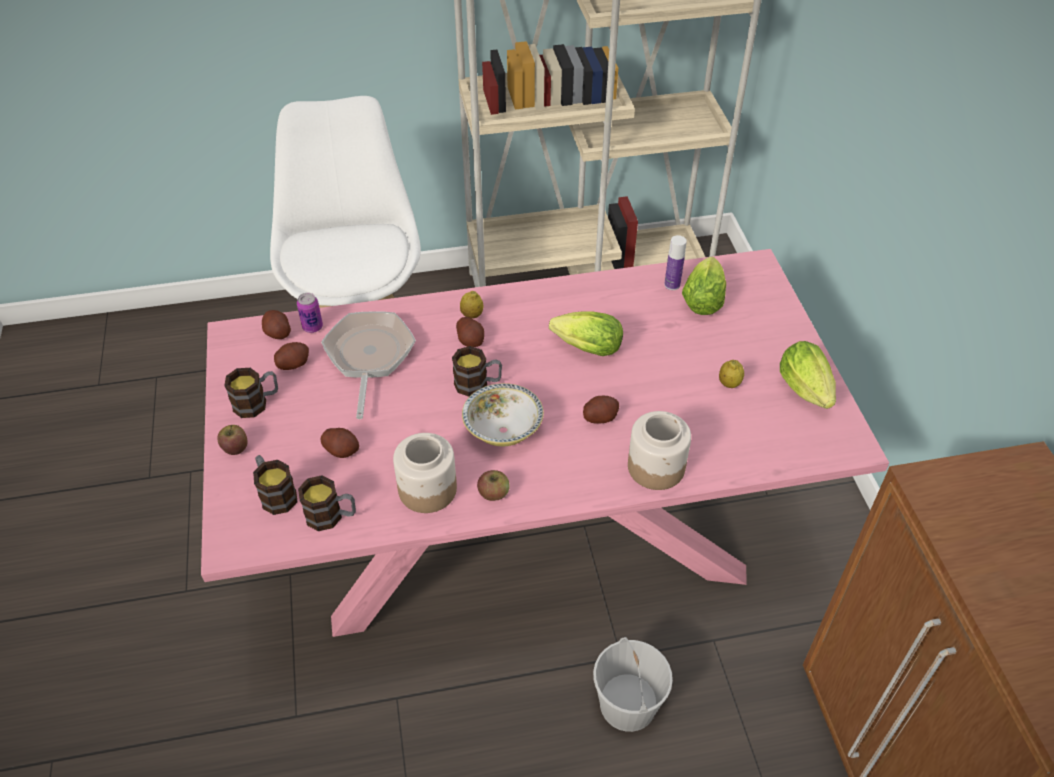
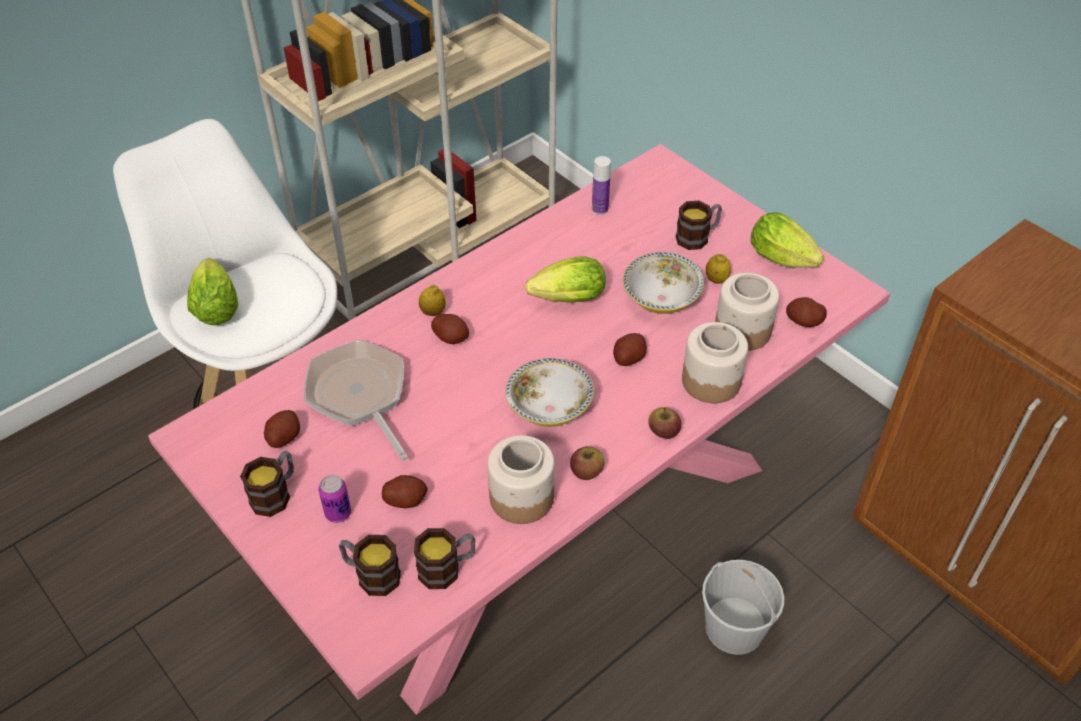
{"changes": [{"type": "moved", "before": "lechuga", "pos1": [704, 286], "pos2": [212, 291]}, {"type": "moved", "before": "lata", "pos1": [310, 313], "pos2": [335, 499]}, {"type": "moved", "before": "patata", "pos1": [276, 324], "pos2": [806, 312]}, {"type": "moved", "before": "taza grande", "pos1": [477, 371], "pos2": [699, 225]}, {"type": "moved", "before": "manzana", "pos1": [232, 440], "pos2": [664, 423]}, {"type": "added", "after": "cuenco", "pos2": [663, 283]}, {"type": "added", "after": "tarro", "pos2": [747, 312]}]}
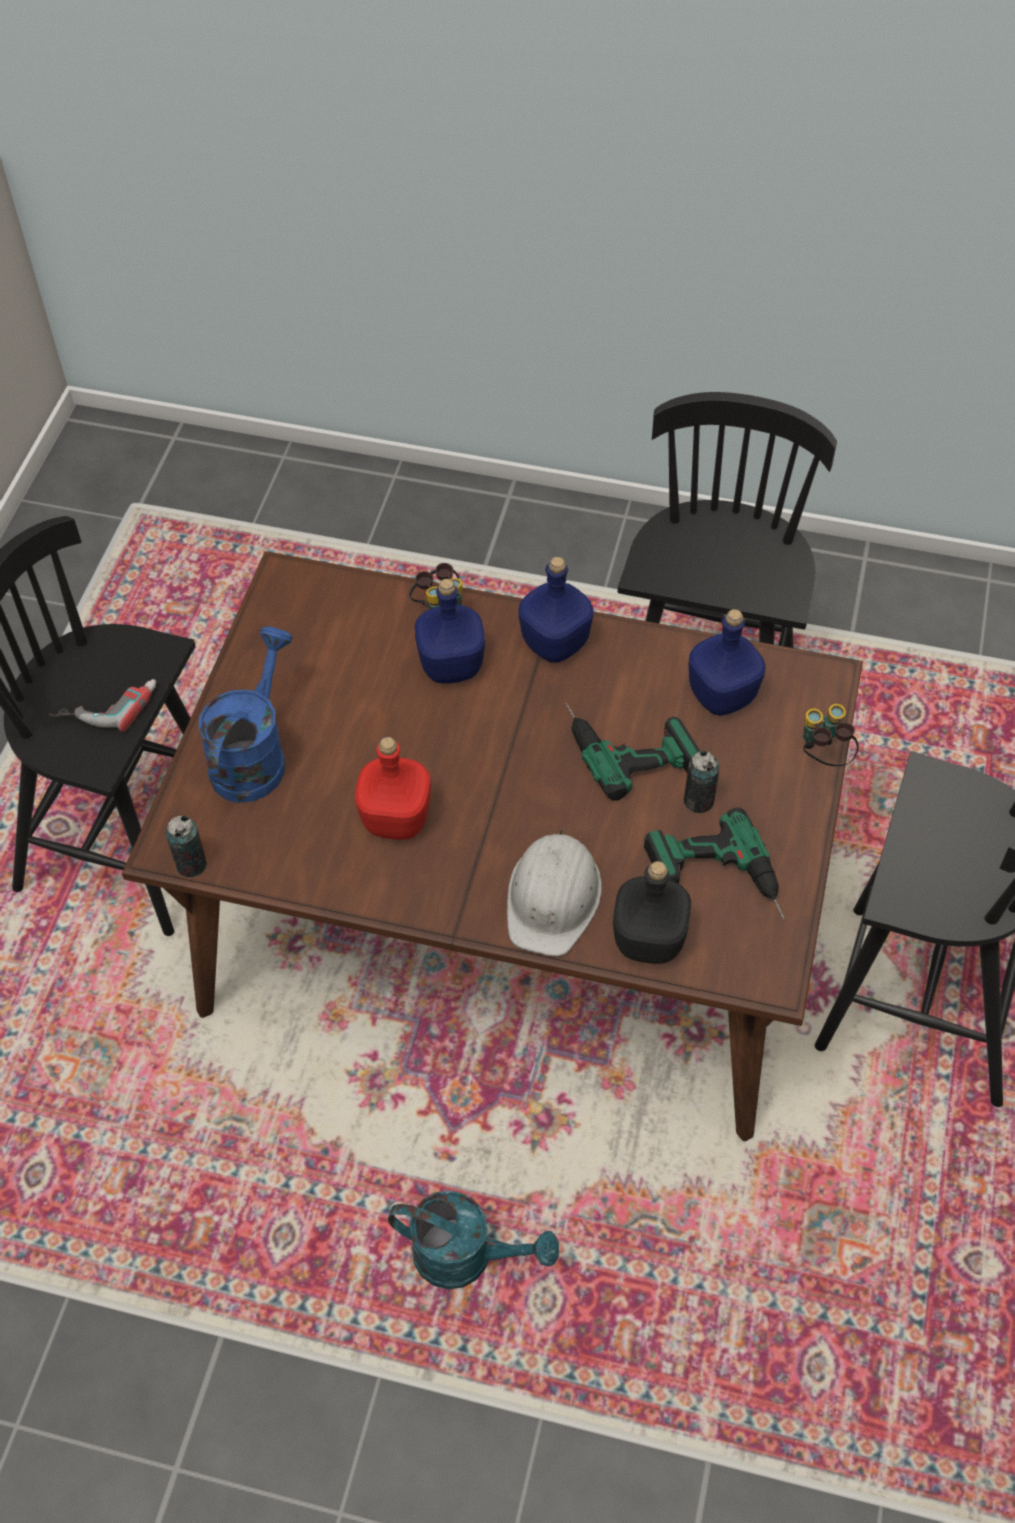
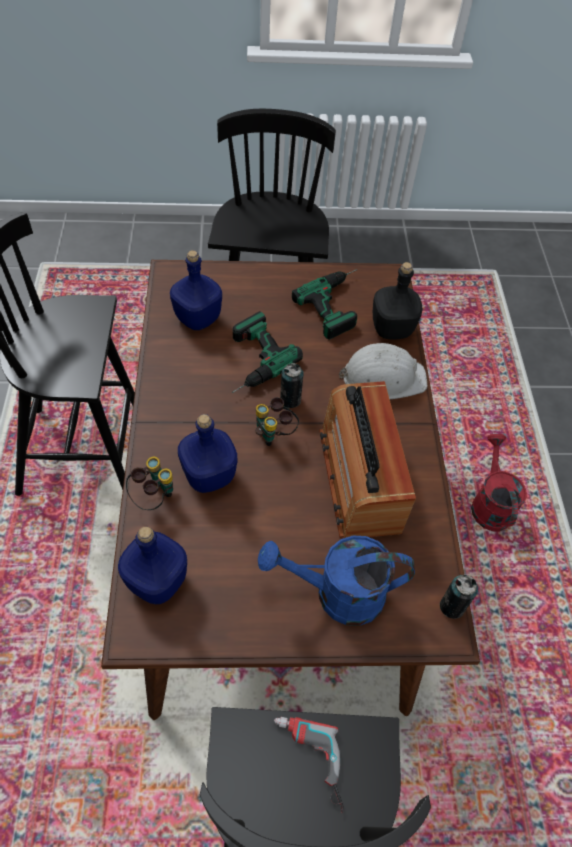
{"changes": [{"type": "moved", "before": "botella [azul]", "pos1": [556, 610], "pos2": [152, 565]}, {"type": "moved", "before": "prismáticos", "pos1": [831, 735], "pos2": [277, 421]}, {"type": "replaced", "before": "botella [rojo]", "after": "radio", "pos1": [393, 788], "pos2": [367, 459]}, {"type": "moved", "before": "lata", "pos1": [702, 782], "pos2": [292, 385]}, {"type": "recoloured", "before": "regadera [turquesa]", "after": "regadera [rojo]", "pos1": [473, 1240], "pos2": [499, 483]}]}
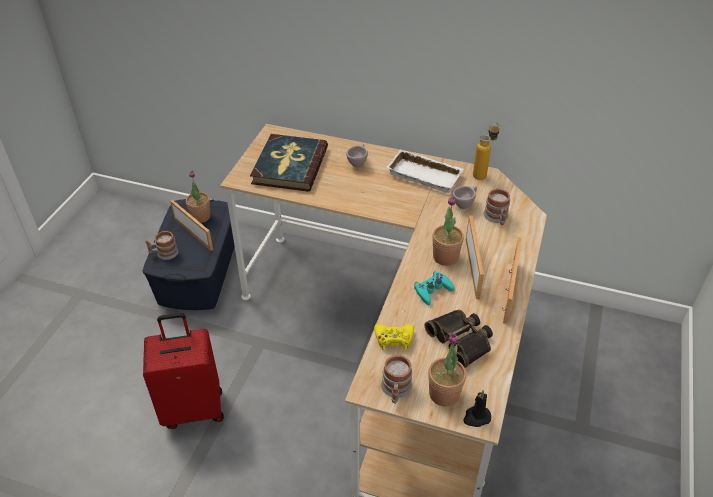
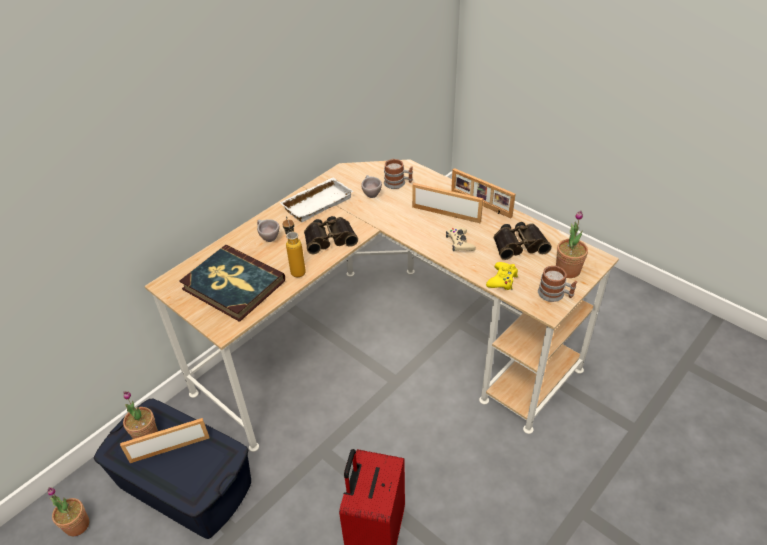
{"changes": [{"type": "moved", "before": "botella", "pos1": [486, 151], "pos2": [294, 246]}, {"type": "moved", "before": "planta en maceta", "pos1": [448, 231], "pos2": [68, 511]}, {"type": "removed", "before": "taza grande", "pos1": [161, 245]}, {"type": "recoloured", "before": "mando de consola [turquesa]", "after": "mando de consola [beis]", "pos1": [434, 288], "pos2": [461, 239]}, {"type": "removed", "before": "vela [negro]", "pos1": [477, 408]}, {"type": "added", "after": "prismáticos", "pos2": [331, 235]}]}
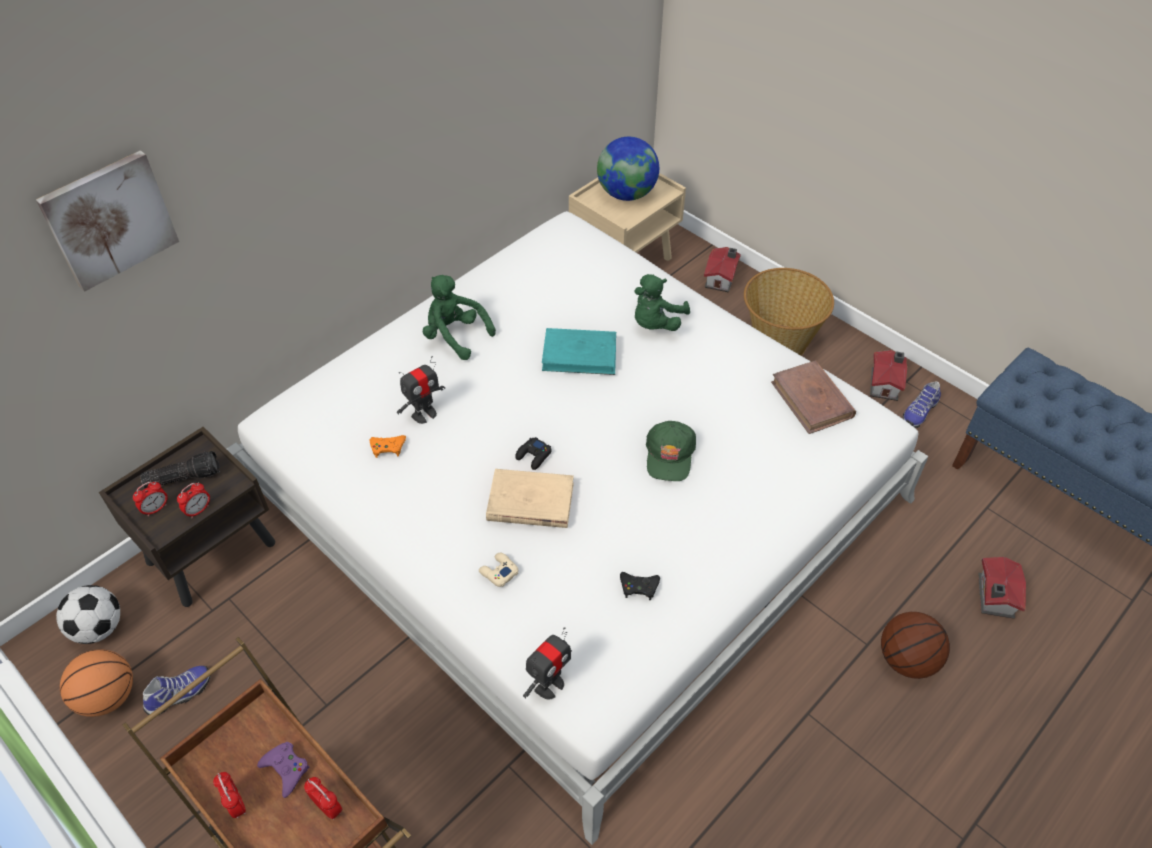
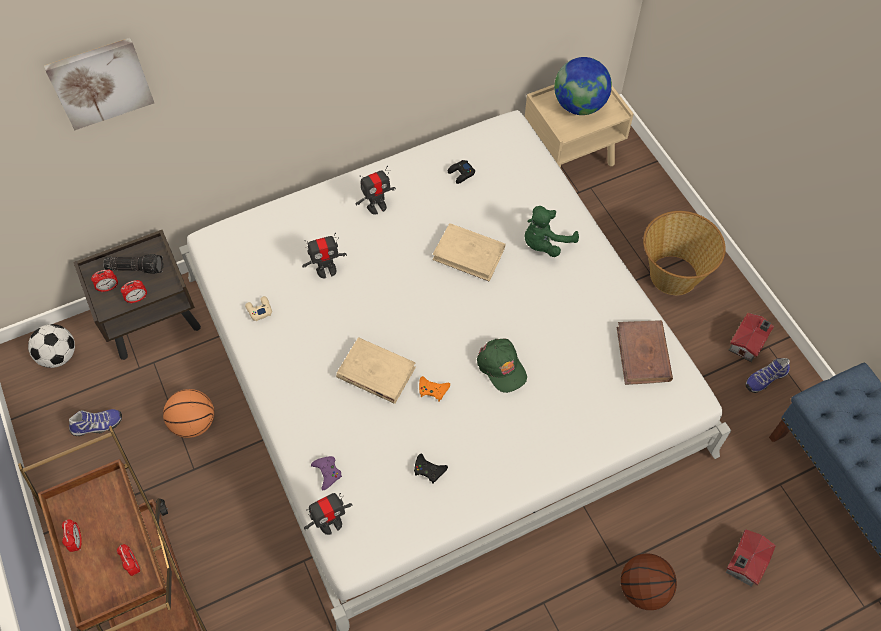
{"changes": [{"type": "removed", "before": "casita", "pos1": [722, 270]}, {"type": "replaced", "before": "peluche [verde]", "after": "robot de juguete", "pos1": [459, 317], "pos2": [375, 190]}, {"type": "recoloured", "before": "libro [turquesa]", "after": "libro [beis]", "pos1": [579, 351], "pos2": [468, 252]}, {"type": "turned", "before": "gorra [verde]", "pos1": [671, 451], "pos2": [502, 366], "turn": -60}, {"type": "moved", "before": "mando de consola [naranja]", "pos1": [388, 446], "pos2": [434, 389]}, {"type": "moved", "before": "mando de consola [negro]", "pos1": [533, 453], "pos2": [461, 172]}, {"type": "moved", "before": "mando de consola [beis]", "pos1": [498, 570], "pos2": [258, 308]}, {"type": "moved", "before": "balón de baloncesto", "pos1": [96, 683], "pos2": [188, 413]}, {"type": "moved", "before": "mando de consola [morado]", "pos1": [283, 770], "pos2": [326, 473]}]}
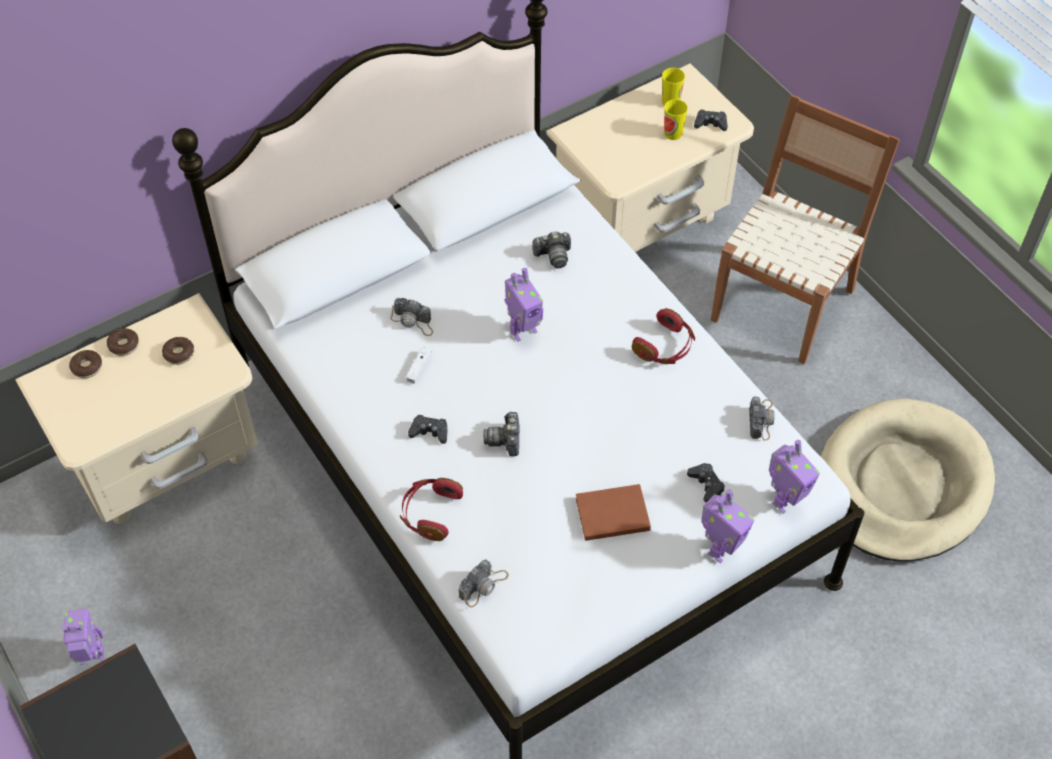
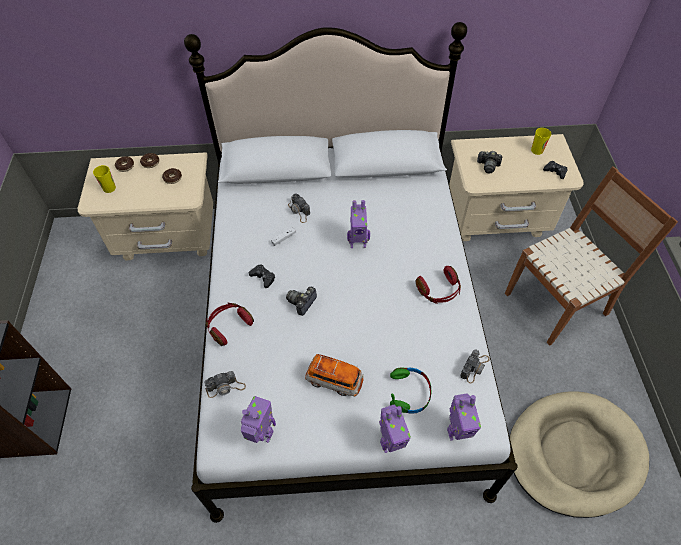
{"changes": [{"type": "moved", "before": "taza", "pos1": [676, 119], "pos2": [104, 179]}, {"type": "moved", "before": "cámara", "pos1": [551, 249], "pos2": [489, 162]}, {"type": "replaced", "before": "mando de consola [negro]", "after": "auriculares [verde]", "pos1": [706, 482], "pos2": [410, 390]}, {"type": "replaced", "before": "libro [marrón]", "after": "coche de juguete", "pos1": [613, 512], "pos2": [334, 375]}, {"type": "moved", "before": "robot de juguete", "pos1": [82, 637], "pos2": [258, 419]}]}
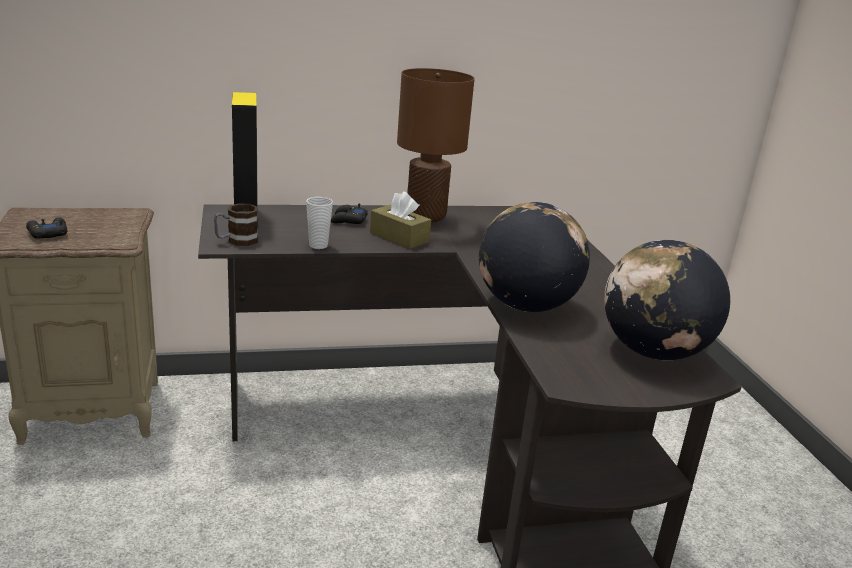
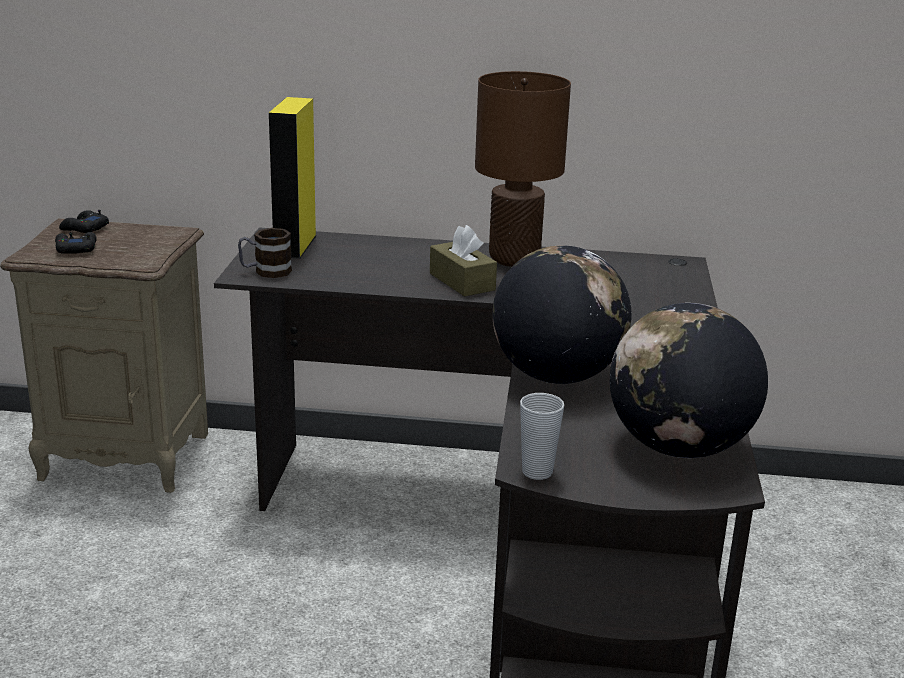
{"changes": [{"type": "moved", "before": "taza", "pos1": [319, 223], "pos2": [542, 436]}, {"type": "moved", "before": "mando de consola [negro]", "pos1": [349, 214], "pos2": [84, 221]}]}
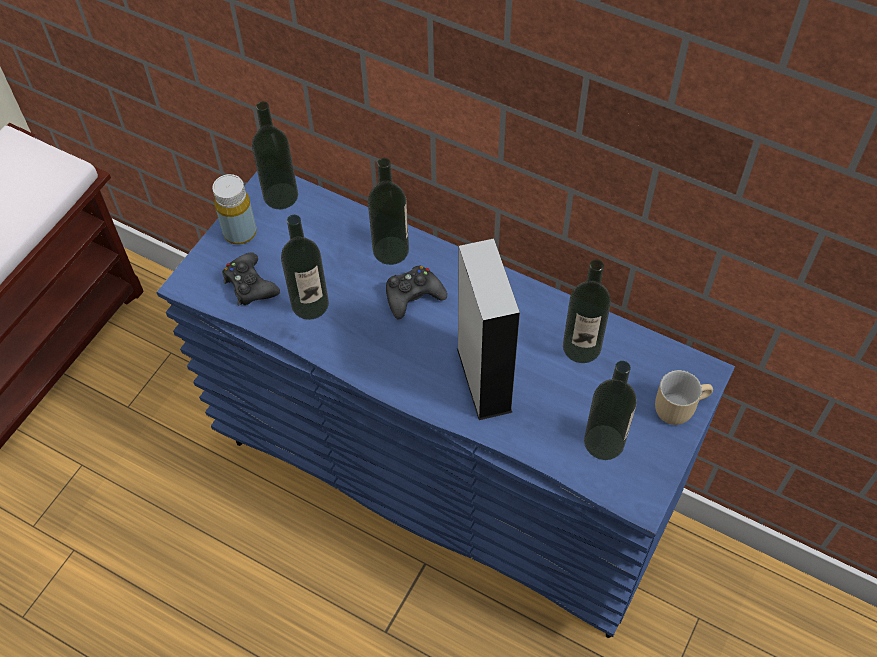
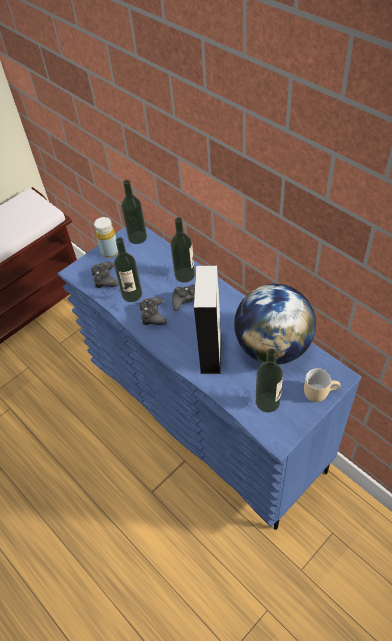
{"changes": [{"type": "replaced", "before": "botella", "after": "globo terráqueo", "pos1": [587, 311], "pos2": [275, 324]}, {"type": "added", "after": "mando de consola [negro]", "pos2": [153, 311]}]}
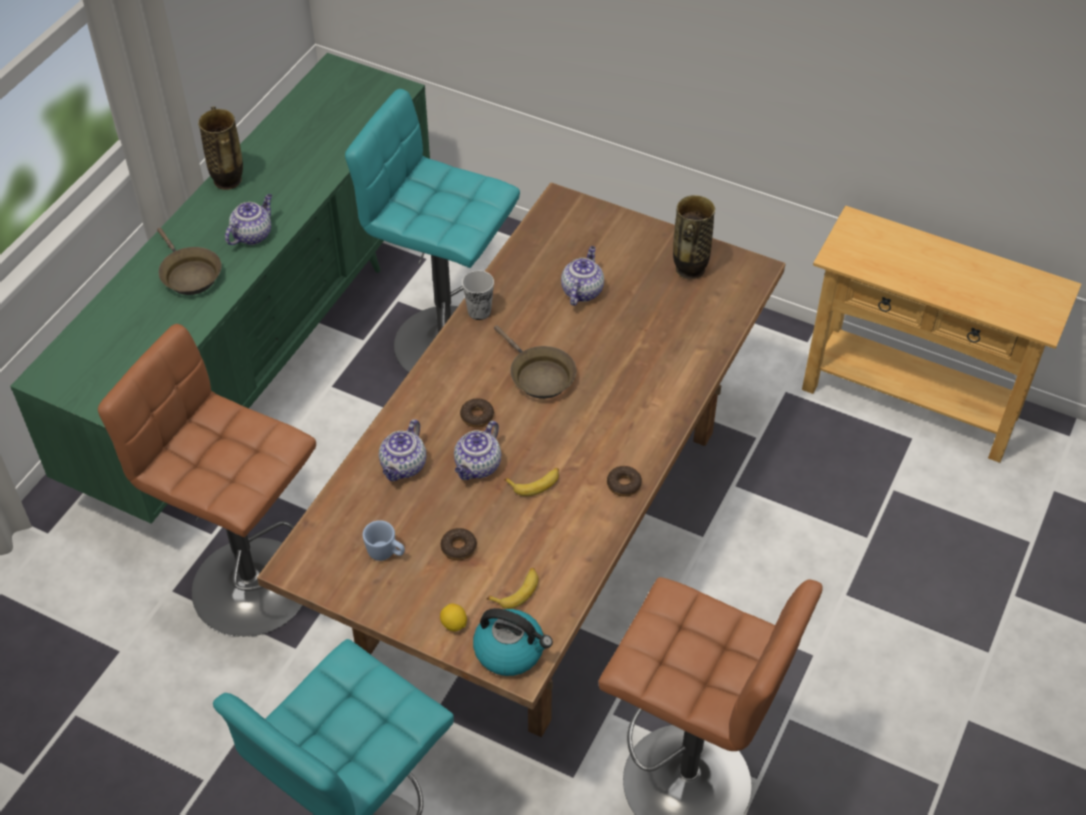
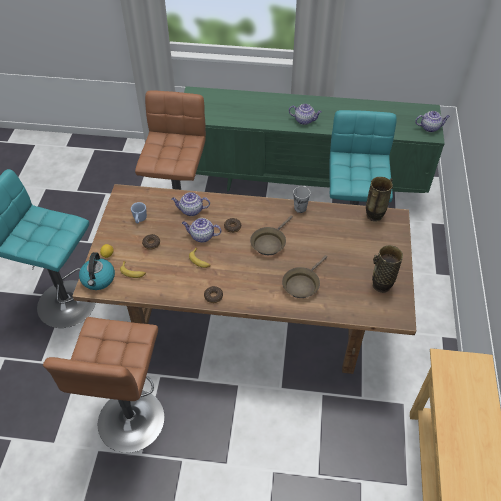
{"changes": [{"type": "moved", "before": "florero", "pos1": [220, 148], "pos2": [379, 199]}, {"type": "moved", "before": "sartén [marrón]", "pos1": [189, 261], "pos2": [305, 276]}, {"type": "moved", "before": "tetera", "pos1": [582, 276], "pos2": [432, 121]}]}
